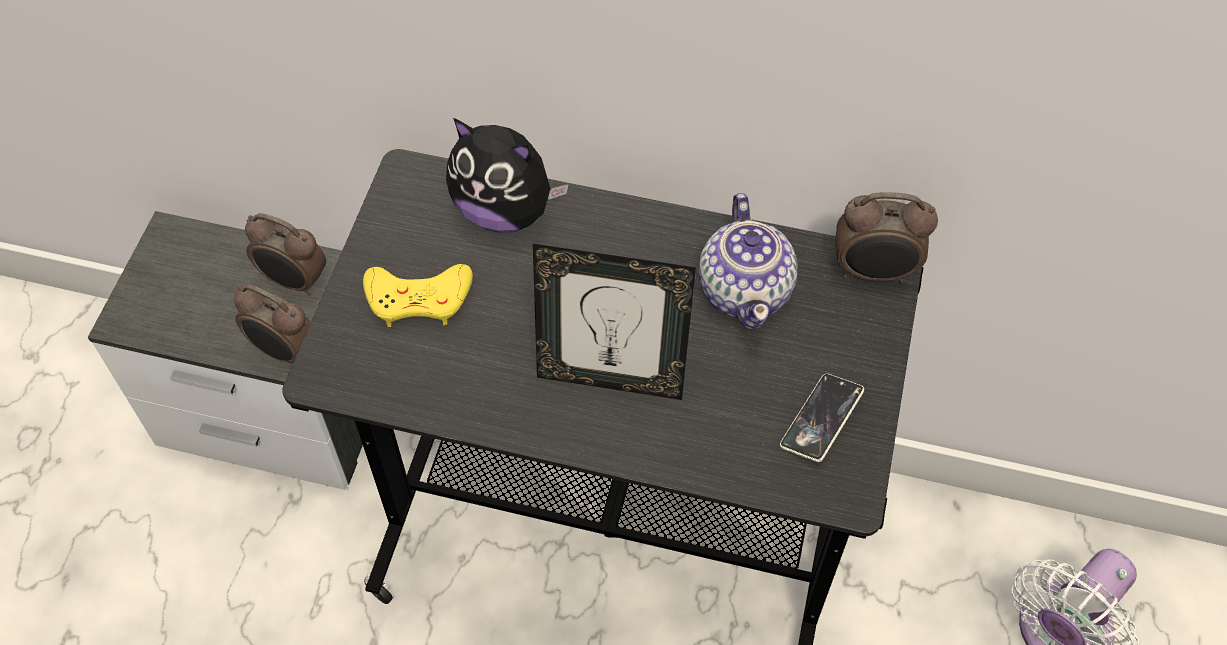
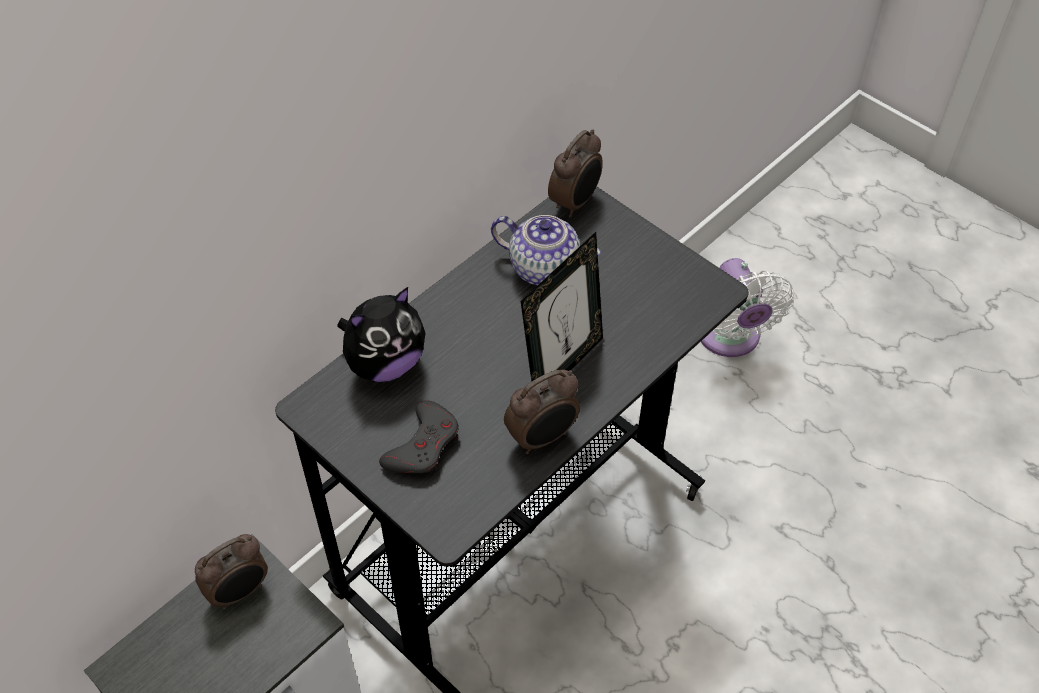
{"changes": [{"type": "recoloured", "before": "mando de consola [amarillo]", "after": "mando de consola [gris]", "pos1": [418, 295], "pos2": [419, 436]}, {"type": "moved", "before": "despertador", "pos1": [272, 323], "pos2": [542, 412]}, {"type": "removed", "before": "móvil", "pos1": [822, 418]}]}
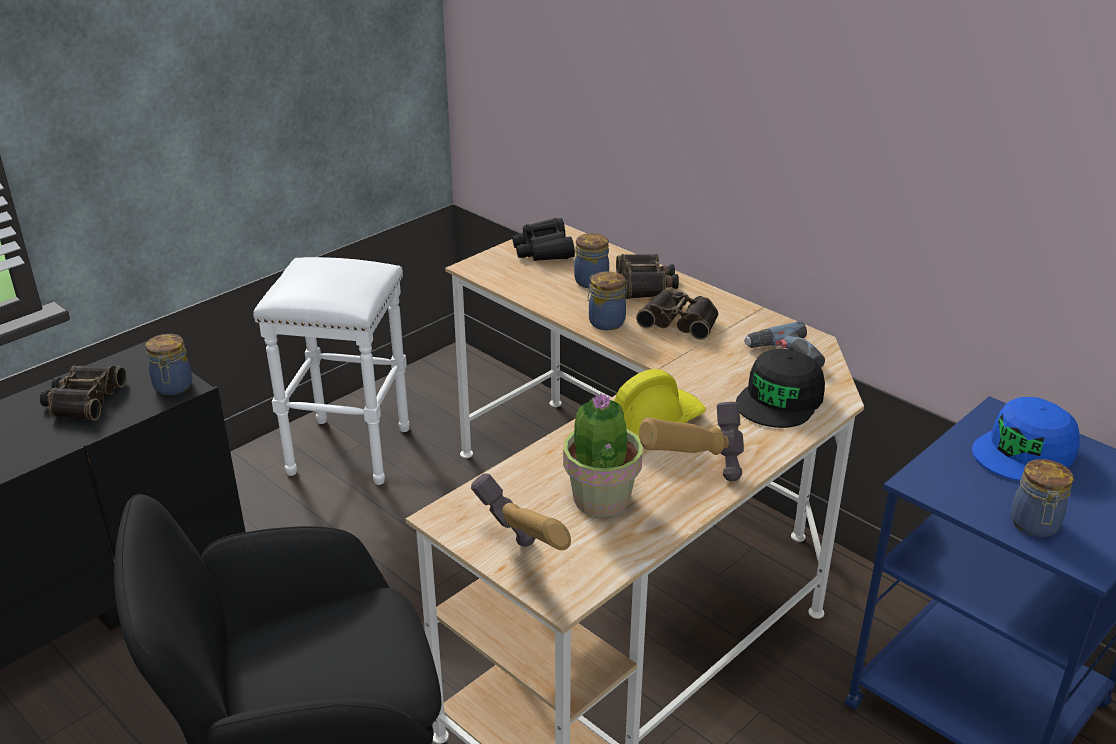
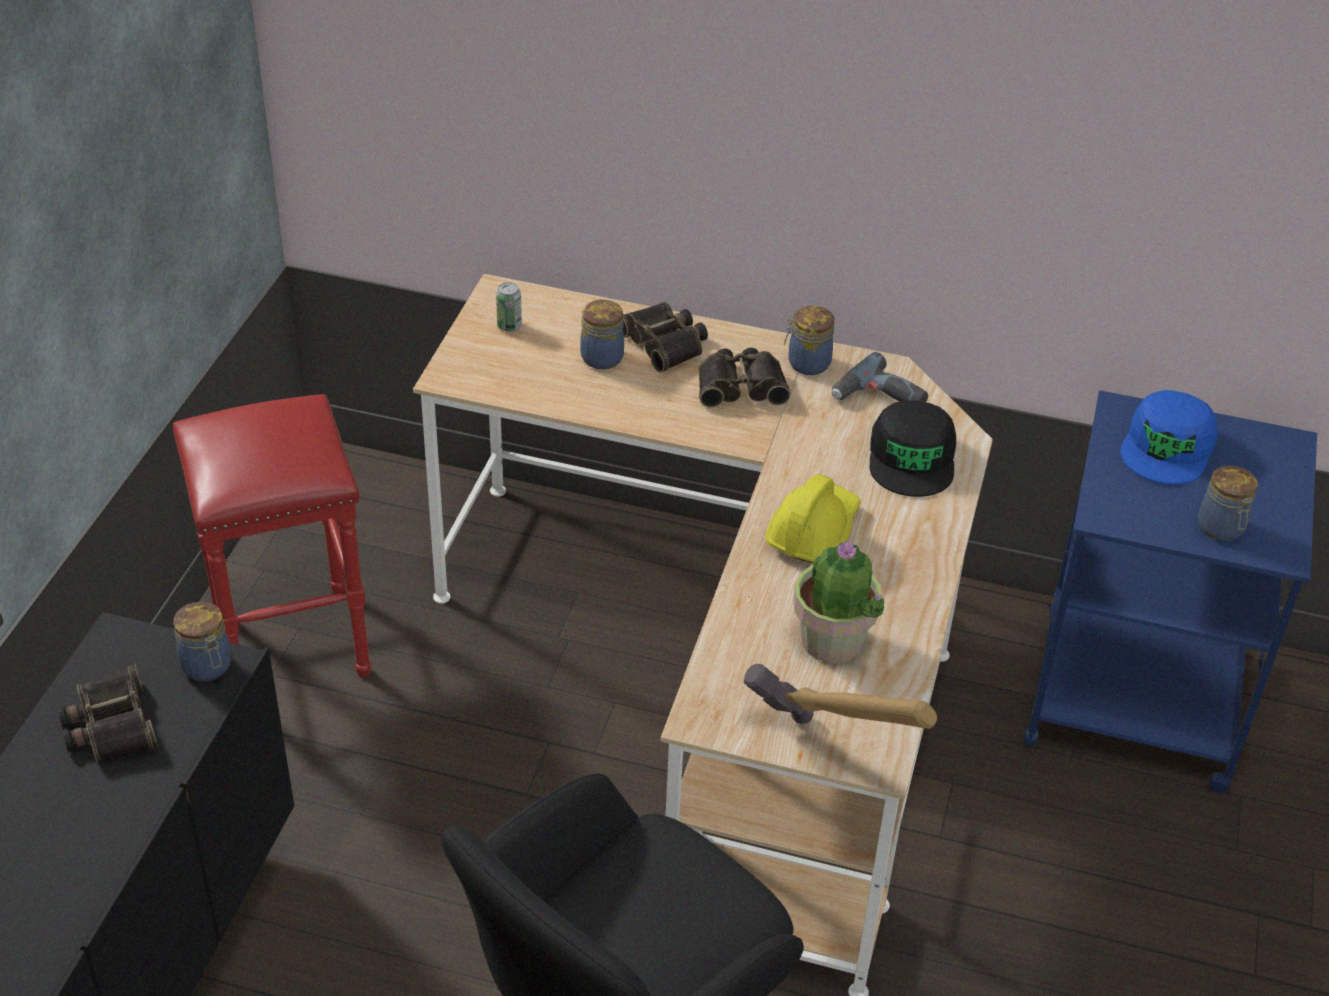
{"changes": [{"type": "replaced", "before": "prismáticos [negro]", "after": "lata", "pos1": [543, 239], "pos2": [509, 307]}, {"type": "recoloured", "before": "taburete [blanco]", "after": "taburete [rojo]", "pos1": [331, 371], "pos2": [272, 535]}, {"type": "moved", "before": "tarro", "pos1": [607, 300], "pos2": [809, 340]}, {"type": "removed", "before": "martillo", "pos1": [691, 441]}]}
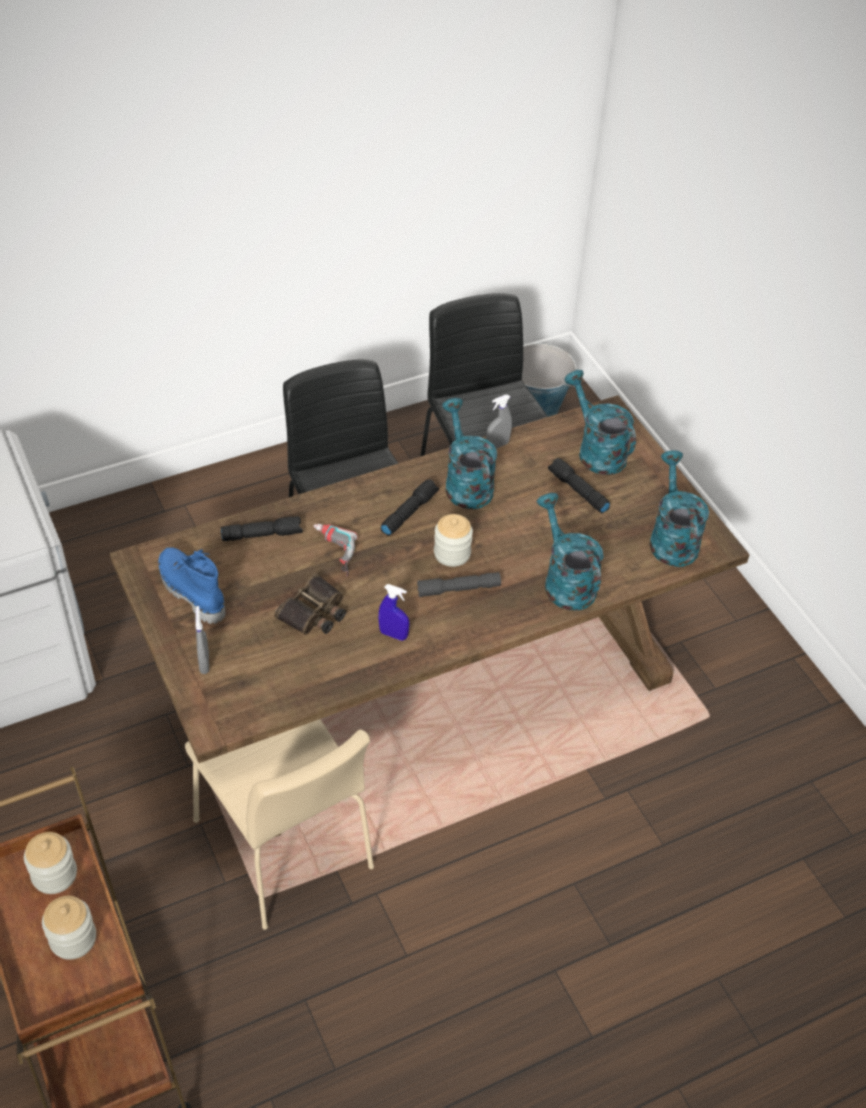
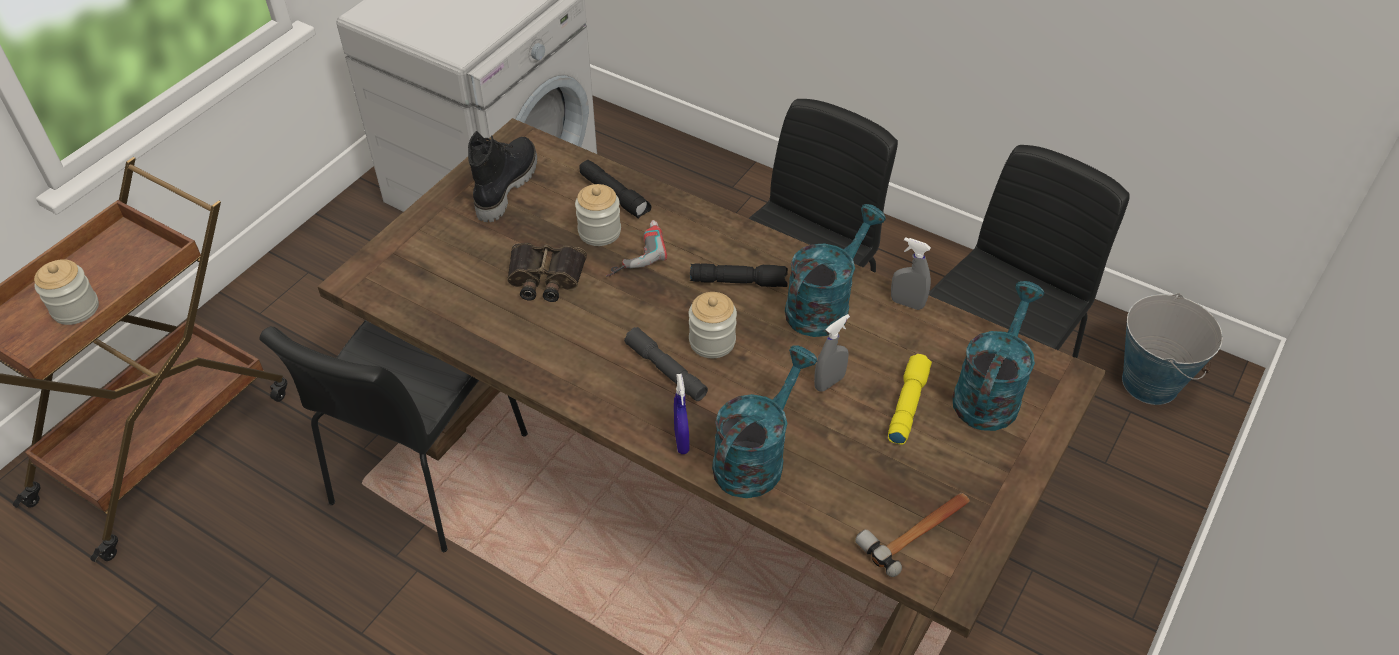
{"changes": [{"type": "replaced", "before": "regadera [turquesa]", "after": "martillo", "pos1": [679, 508], "pos2": [913, 535]}, {"type": "recoloured", "before": "linterna [negro]", "after": "linterna [amarillo]", "pos1": [579, 485], "pos2": [910, 399]}, {"type": "recoloured", "before": "bota [azul]", "after": "bota [negro]", "pos1": [192, 585], "pos2": [502, 176]}, {"type": "moved", "before": "pulverizador [azul]", "pos1": [393, 612], "pos2": [682, 414]}, {"type": "moved", "before": "pulverizador [gris]", "pos1": [202, 640], "pos2": [832, 353]}, {"type": "recoloured", "before": "silla [beis]", "after": "silla [negro]", "pos1": [279, 824], "pos2": [393, 436]}, {"type": "moved", "before": "tarro", "pos1": [50, 863], "pos2": [598, 215]}]}
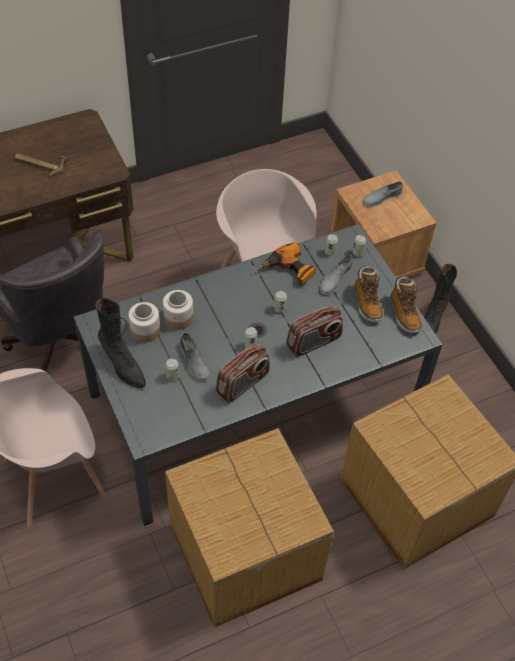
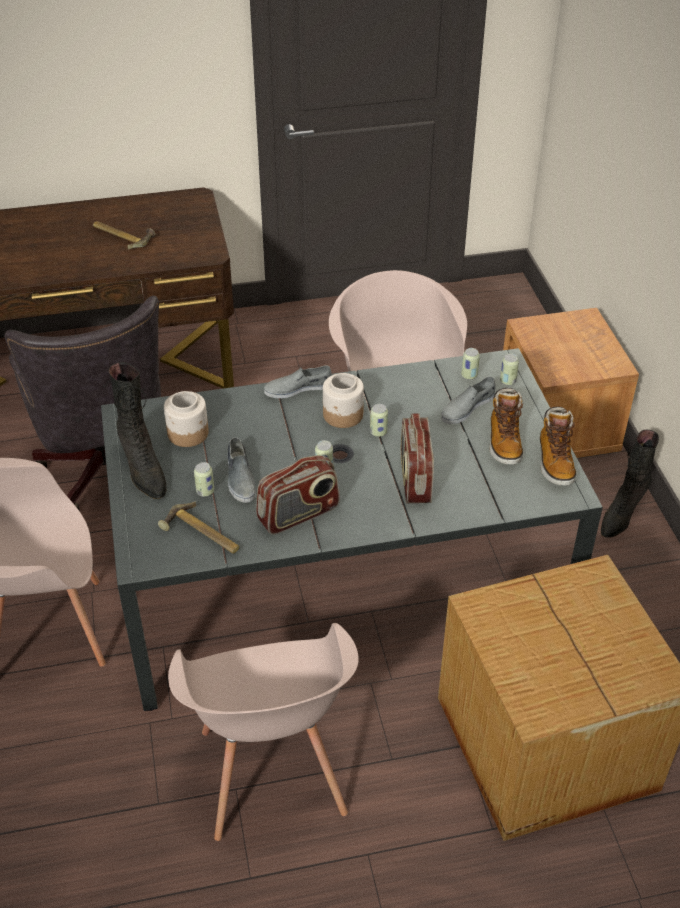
{"changes": [{"type": "moved", "before": "zapato [gris]", "pos1": [383, 194], "pos2": [298, 381]}, {"type": "removed", "before": "taladro", "pos1": [285, 263]}, {"type": "moved", "before": "tarro", "pos1": [178, 310], "pos2": [343, 400]}, {"type": "turned", "before": "radio", "pos1": [314, 331], "pos2": [417, 458], "turn": 105}, {"type": "replaced", "before": "caja de cartón", "after": "silla [beis]", "pos1": [249, 527], "pos2": [263, 732]}, {"type": "added", "after": "martillo", "pos2": [198, 528]}]}
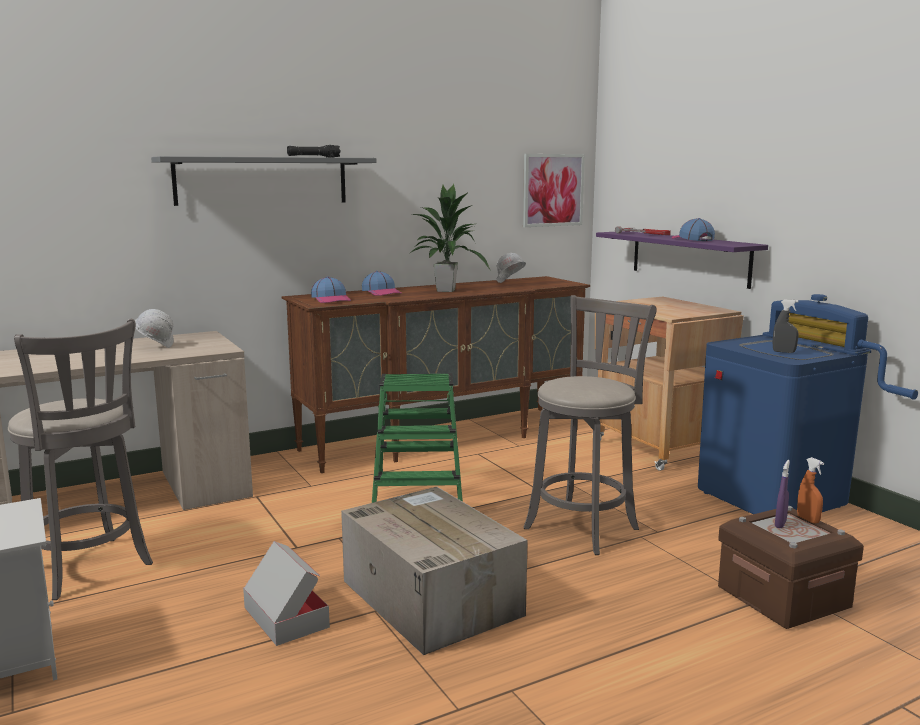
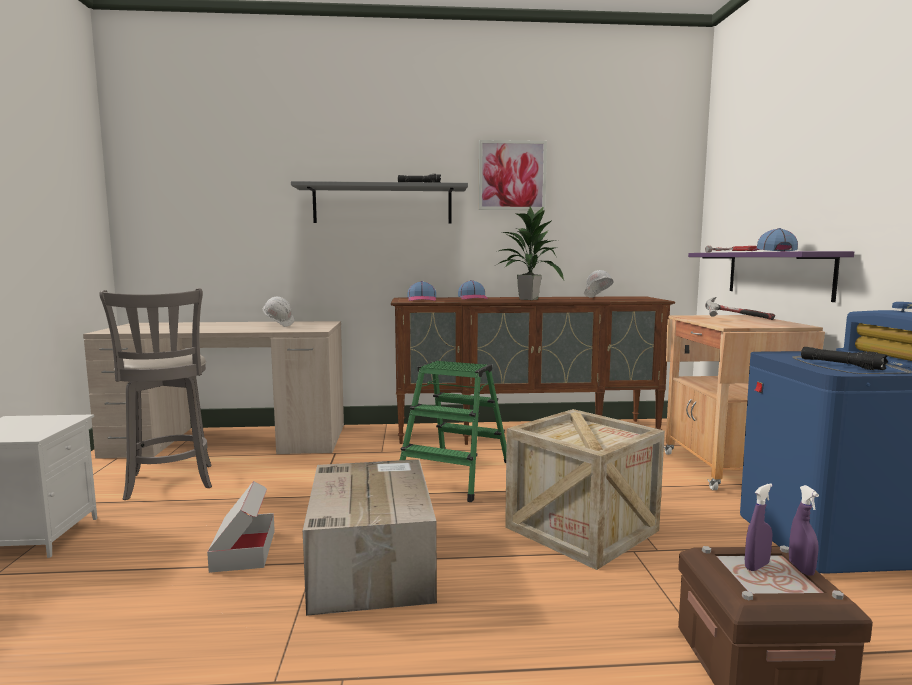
{"changes": [{"type": "moved", "before": "cuadro", "pos1": [554, 190], "pos2": [513, 175]}, {"type": "replaced", "before": "taburete [gris]", "after": "caja de embalaje", "pos1": [590, 425], "pos2": [585, 489]}, {"type": "replaced", "before": "pulverizador [gris]", "after": "linterna [negro]", "pos1": [786, 326], "pos2": [844, 358]}, {"type": "recoloured", "before": "pulverizador [naranja]", "after": "pulverizador [morado]", "pos1": [810, 490], "pos2": [804, 530]}, {"type": "added", "after": "martillo", "pos2": [740, 308]}]}
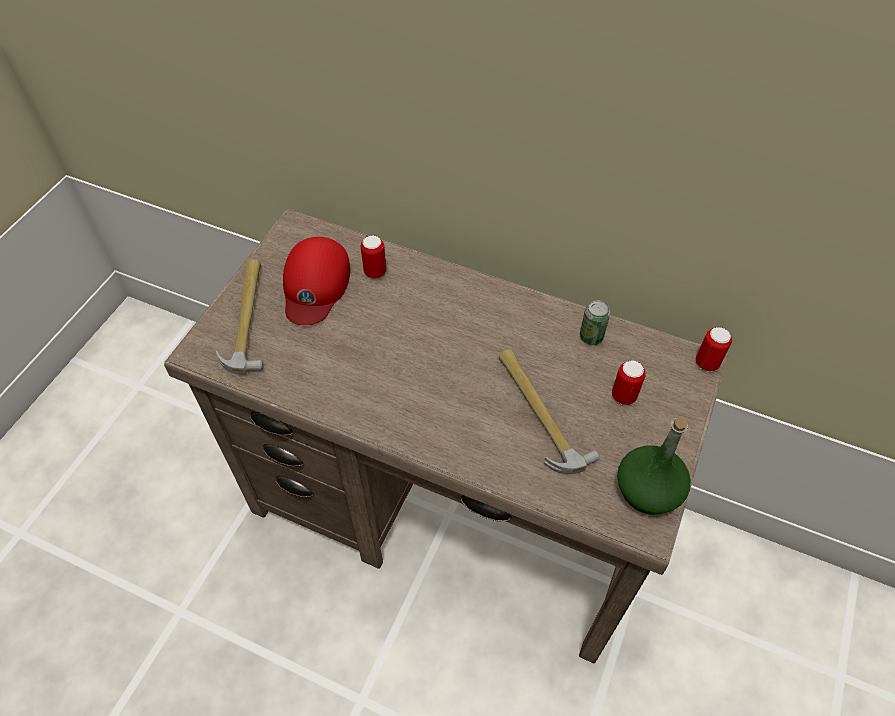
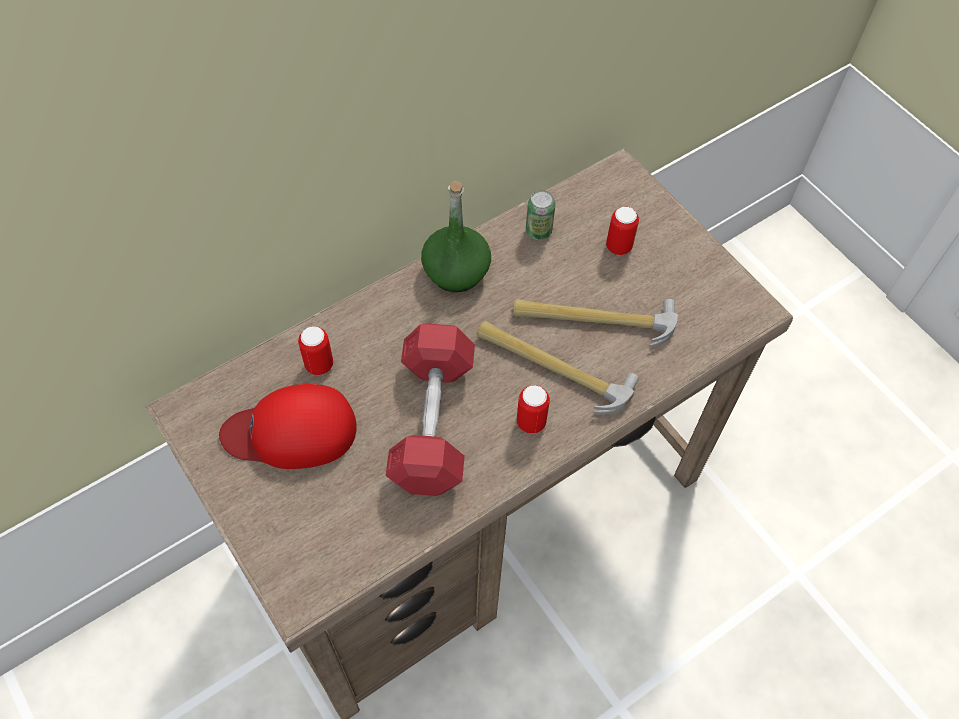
{"changes": [{"type": "turned", "before": "gorra [rojo]", "pos1": [316, 281], "pos2": [288, 426], "turn": 135}, {"type": "moved", "before": "martillo", "pos1": [240, 317], "pos2": [558, 368]}, {"type": "moved", "before": "lata", "pos1": [714, 349], "pos2": [533, 409]}, {"type": "moved", "before": "botella [verde]", "pos1": [654, 465], "pos2": [456, 236]}, {"type": "added", "after": "mancuerna [rojo]", "pos2": [430, 410]}]}
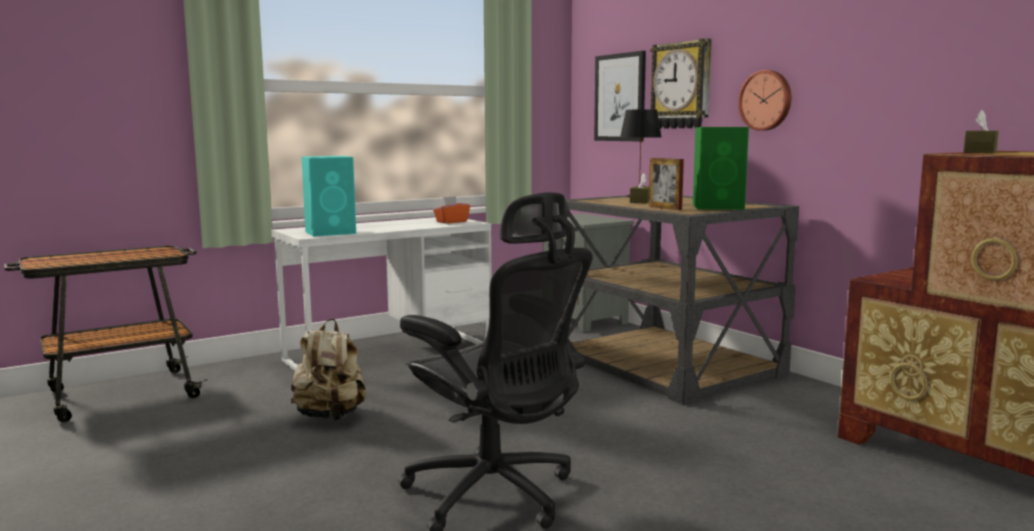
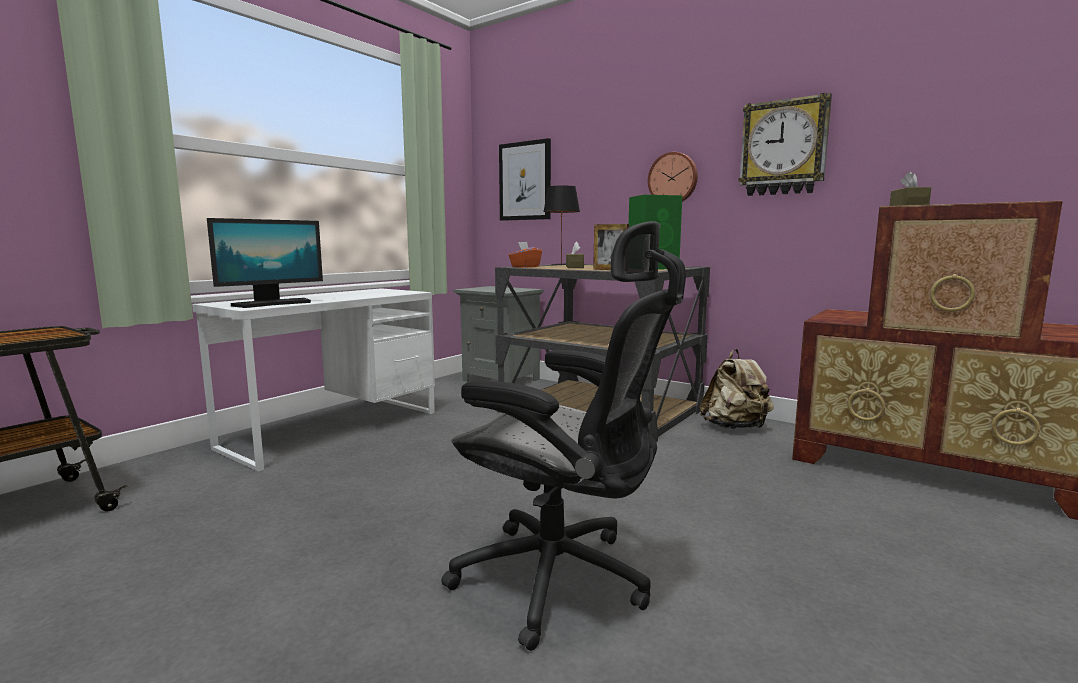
{"changes": [{"type": "moved", "before": "reloj de pared", "pos1": [681, 83], "pos2": [785, 144]}, {"type": "replaced", "before": "altavoz [turquesa]", "after": "monitor", "pos1": [329, 196], "pos2": [265, 263]}, {"type": "moved", "before": "caja de pañuelos [naranja]", "pos1": [451, 210], "pos2": [525, 255]}, {"type": "moved", "before": "mochila [beis]", "pos1": [328, 370], "pos2": [737, 389]}]}
